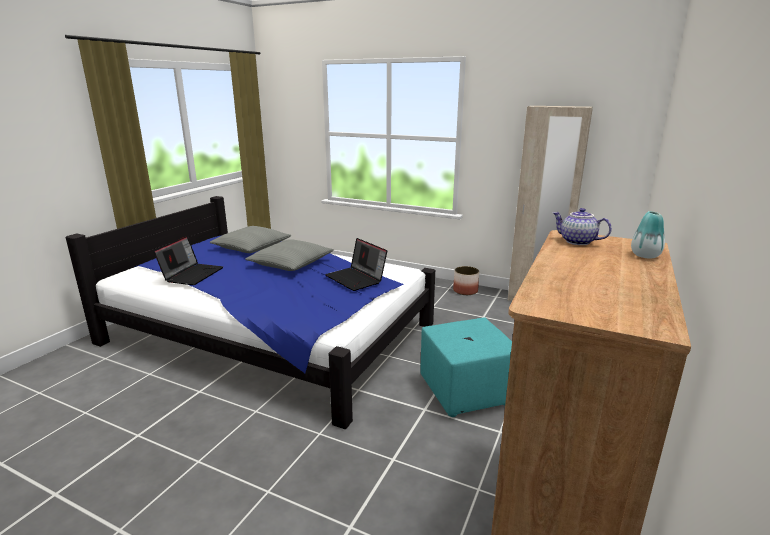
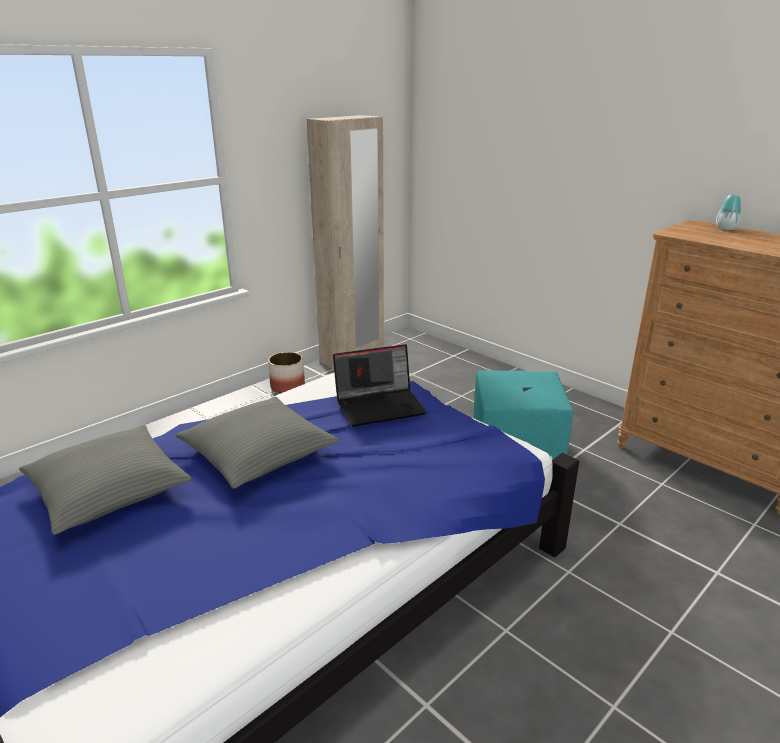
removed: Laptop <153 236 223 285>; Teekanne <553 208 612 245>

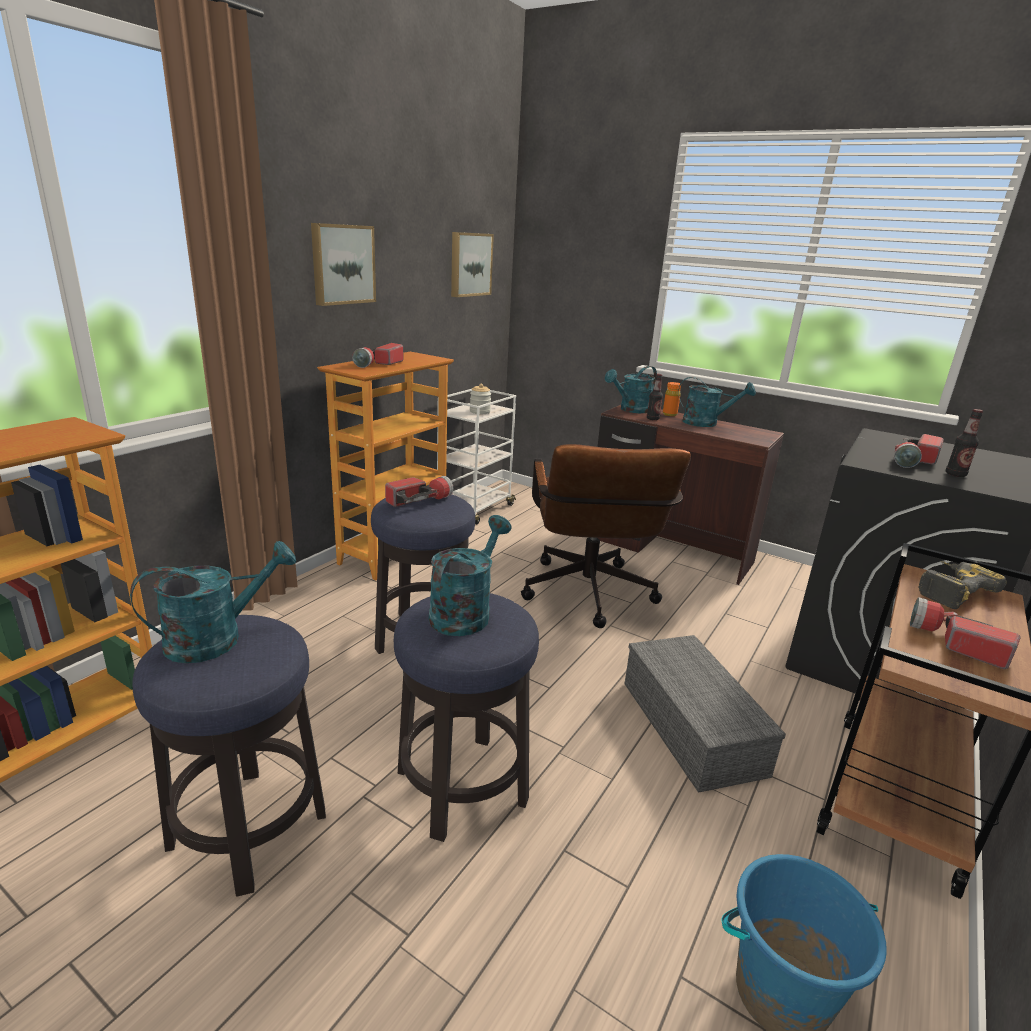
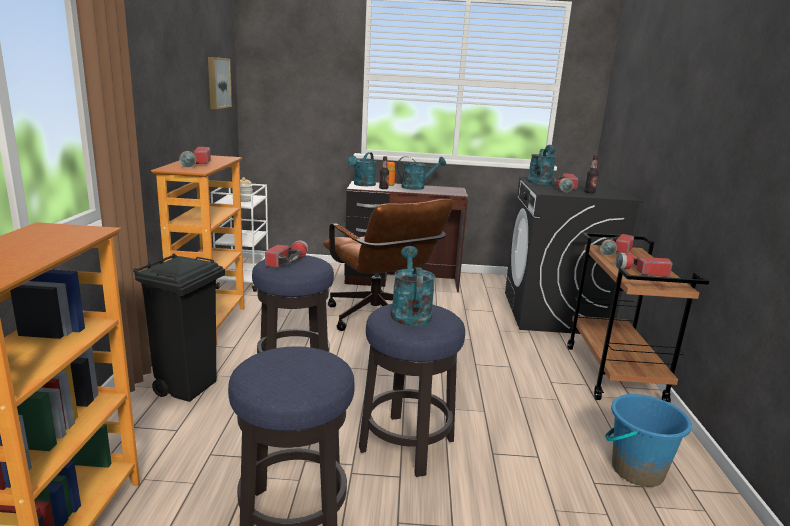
removed: Bild <311 223 376 306>; Aufbewahrungsbox (grau) <625 635 786 793>
added: Mülleimer (schwarz) <133 254 225 402>
moved: Gießkanne (türkis) <130 541 296 663> to <527 145 556 185>
replaced: Bohrmaschine <918 561 1007 609> to Taschenlampe <600 234 634 256>

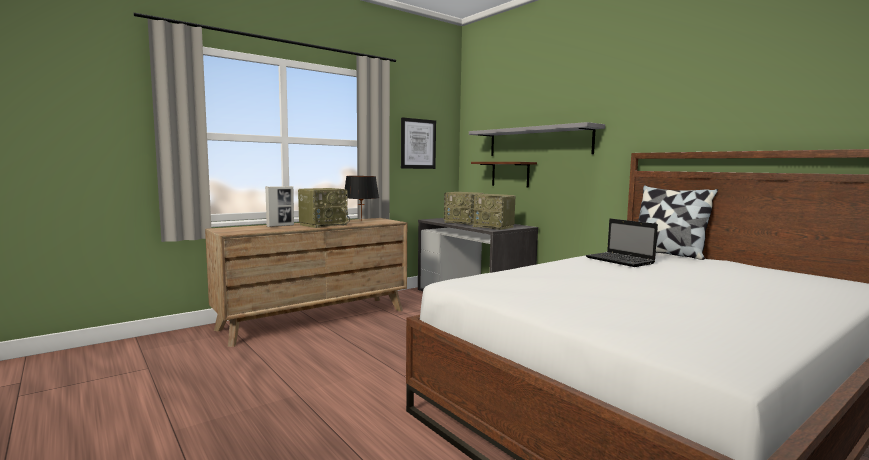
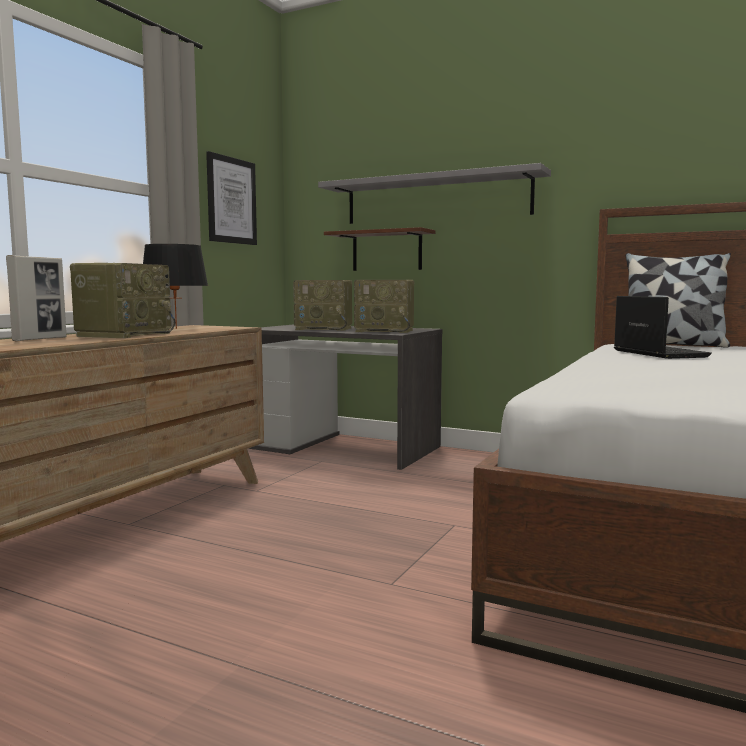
turned: Laptop <586 219 658 267> = <614 296 712 359> 135 degrees counterclockwise

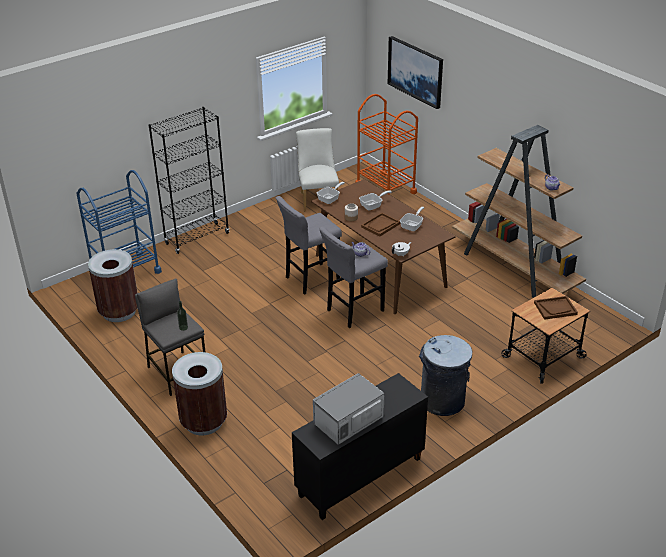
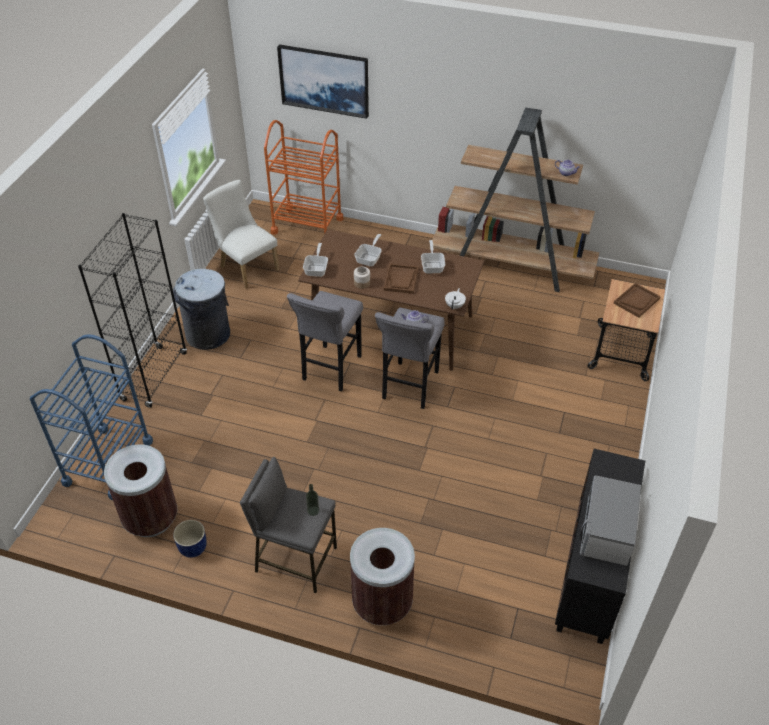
added: Pflanzkübel (blau) <173 520 207 558>
moved: Mülleimer (grau) <419 335 473 416> to <173 269 230 350>

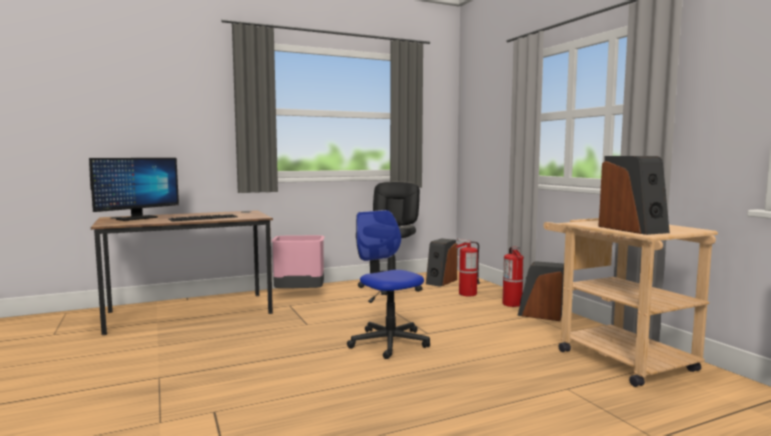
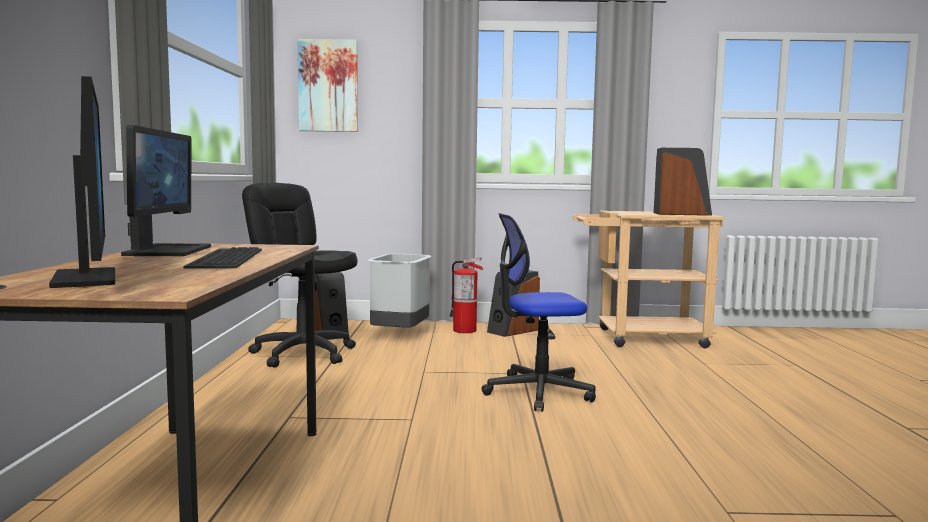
removed: Mülleimer (rosa) <271 235 325 288>
added: Monitor <121 125 211 256>; Bild <298 39 358 132>
replaced: Feuerlöscher <456 239 480 296> to Mülleimer (grau) <368 254 432 328>

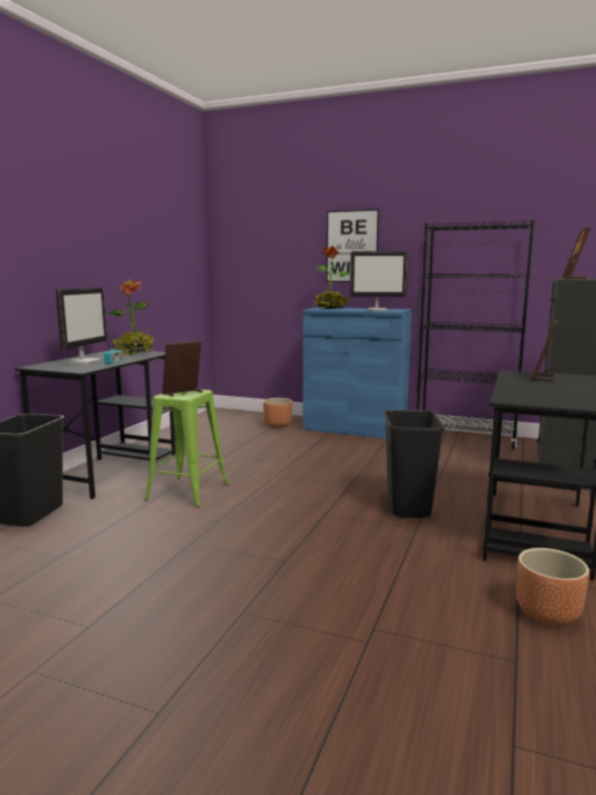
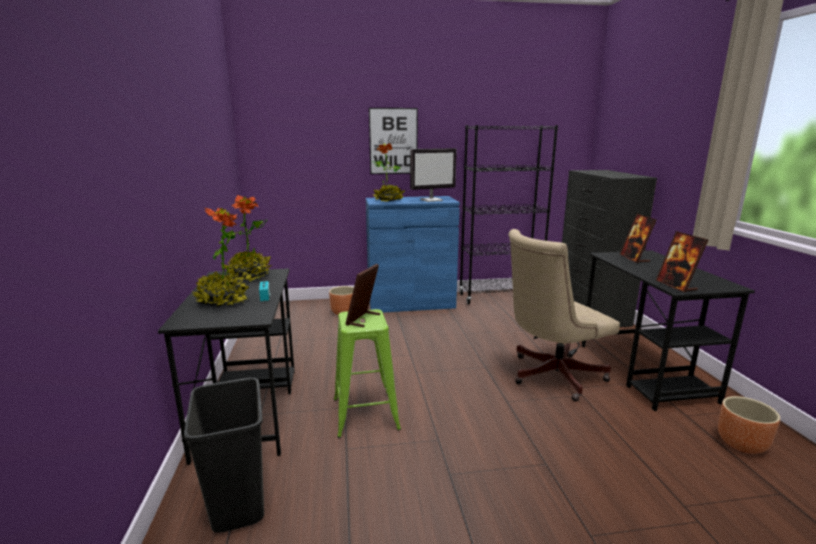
moved: Bilderrahmen <562 227 591 279> to <656 231 708 292>
replaced: Monitor <56 287 107 364> to Topfpflanze <193 208 249 307>; Mülleimer (schwarz) <384 410 445 518> to Bürostuhl (beige) <508 229 620 401>

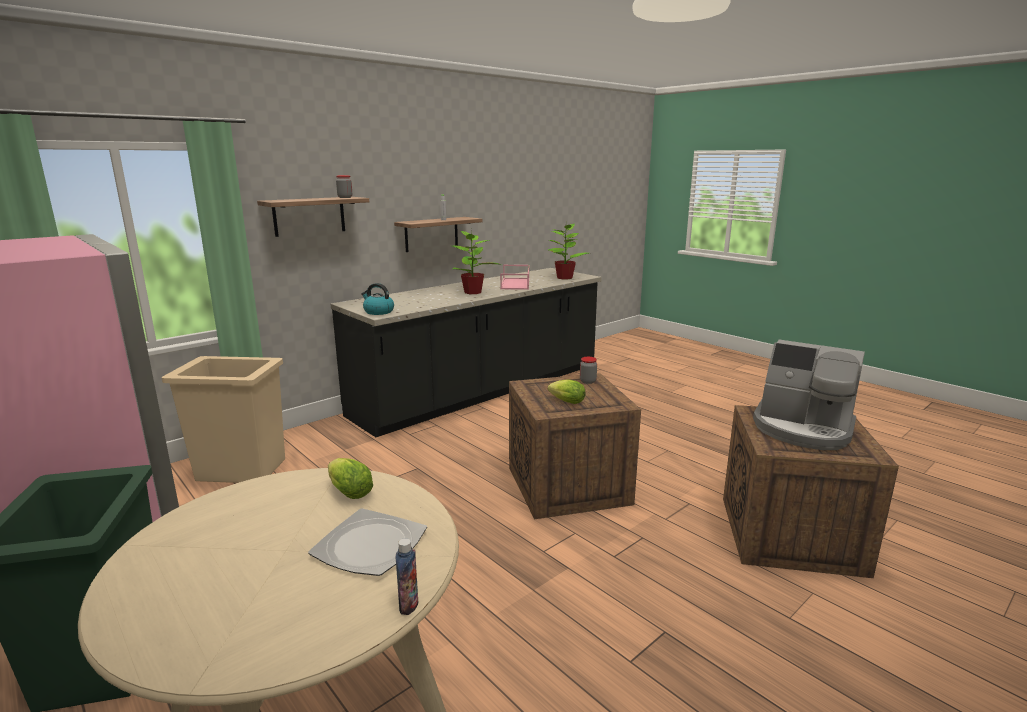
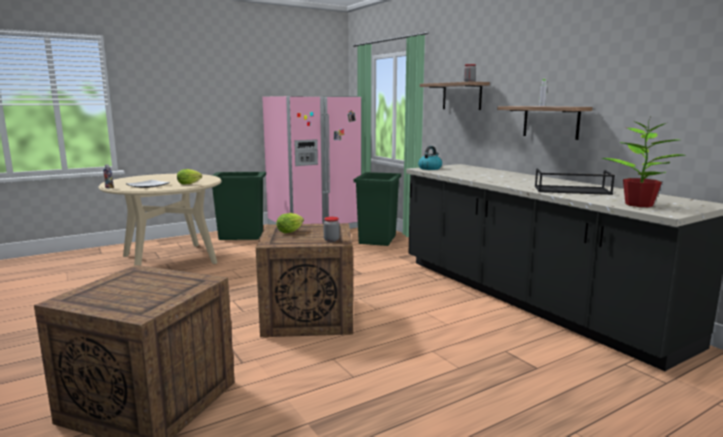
removed: Topfpflanze <452 229 502 294>; Kaffeemaschine <753 340 865 450>
recoloured: Mülleimer (beige) <162 356 285 483> to Mülleimer (grün) <354 172 401 246>; Tablett (rosa) <500 265 529 290> to Tablett (schwarz) <535 168 615 195>

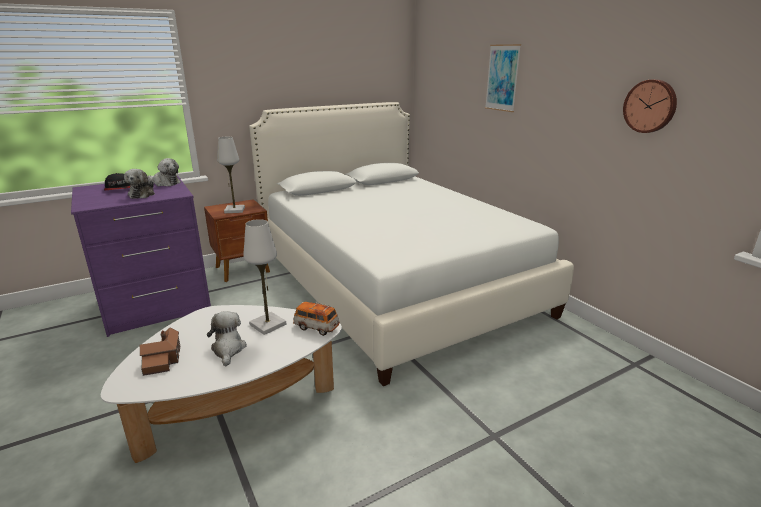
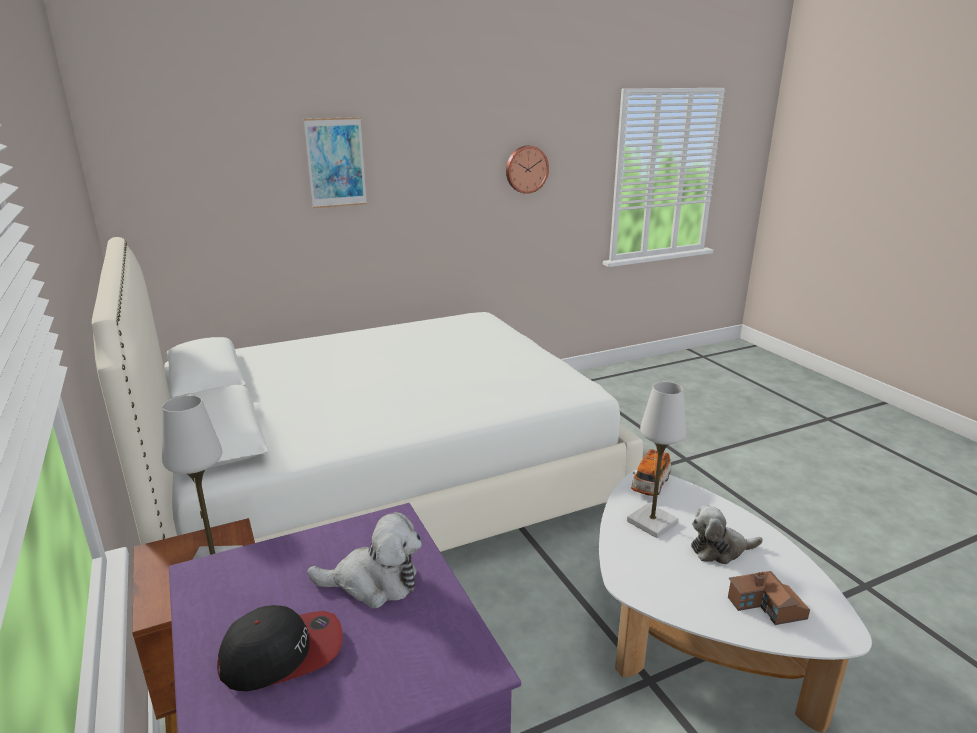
removed: Plüschtier <147 158 181 186>

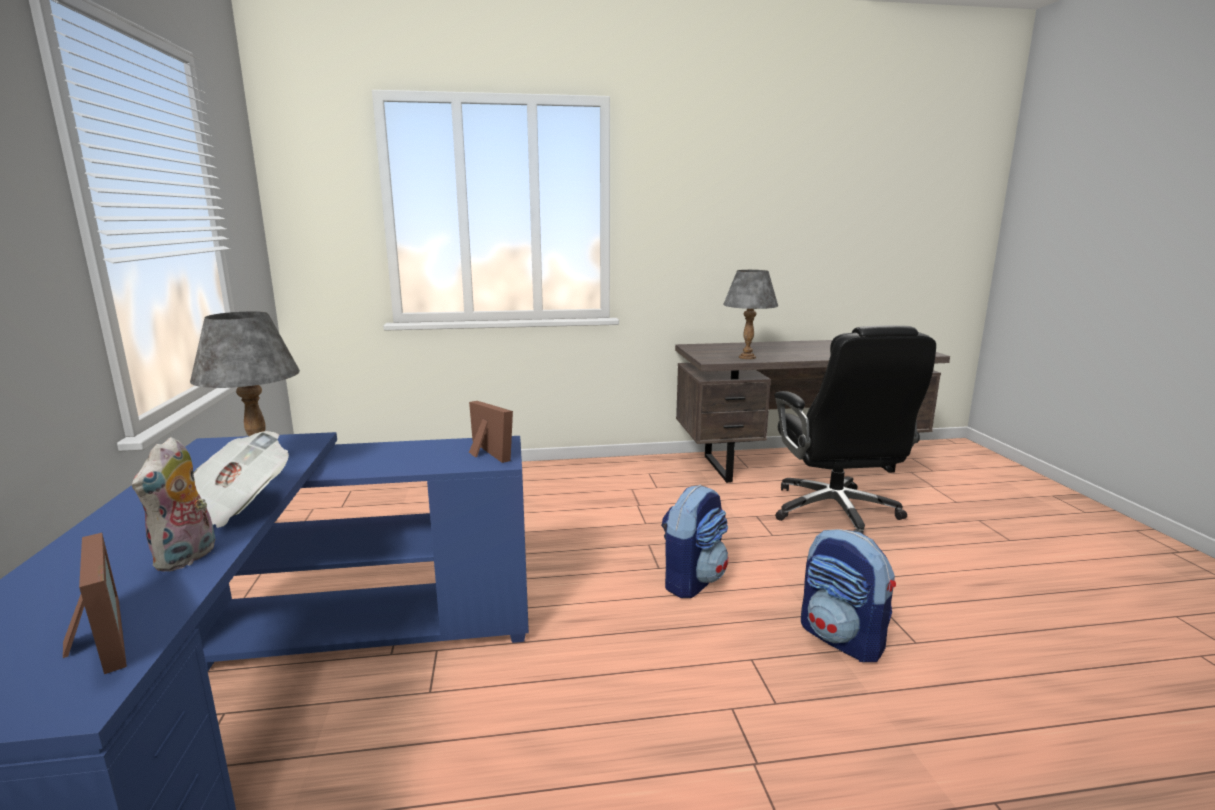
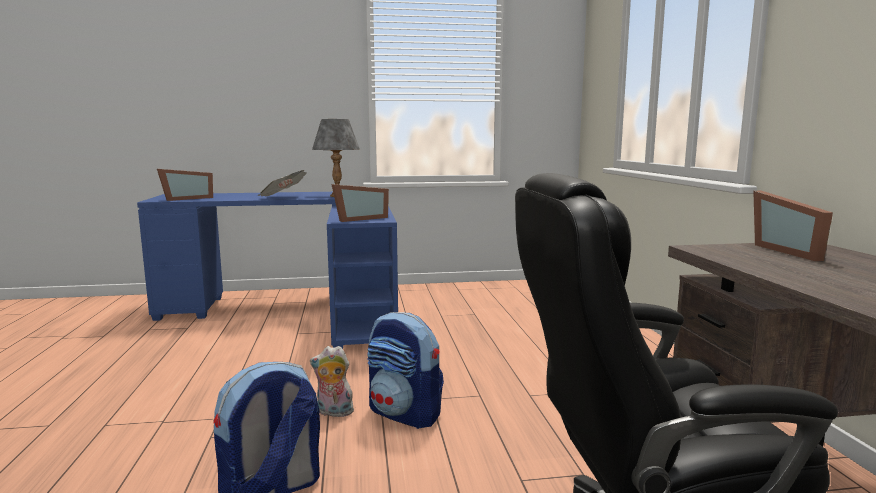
removed: Tischlampe (grau) <723 270 778 359>
added: Bilderrahmen <753 191 833 261>
moved: Plüschtier <132 437 215 572> to <310 346 354 417>

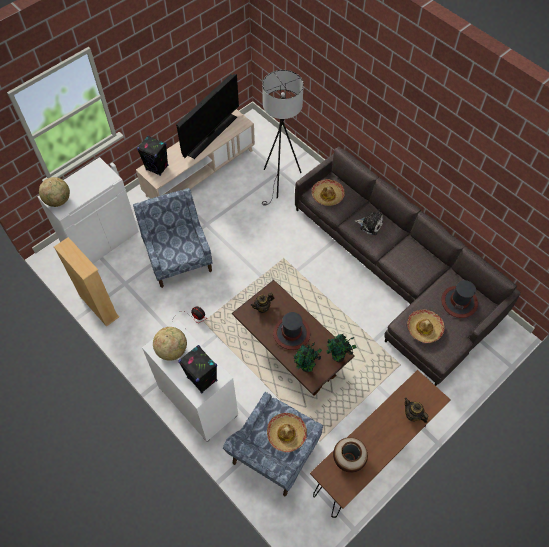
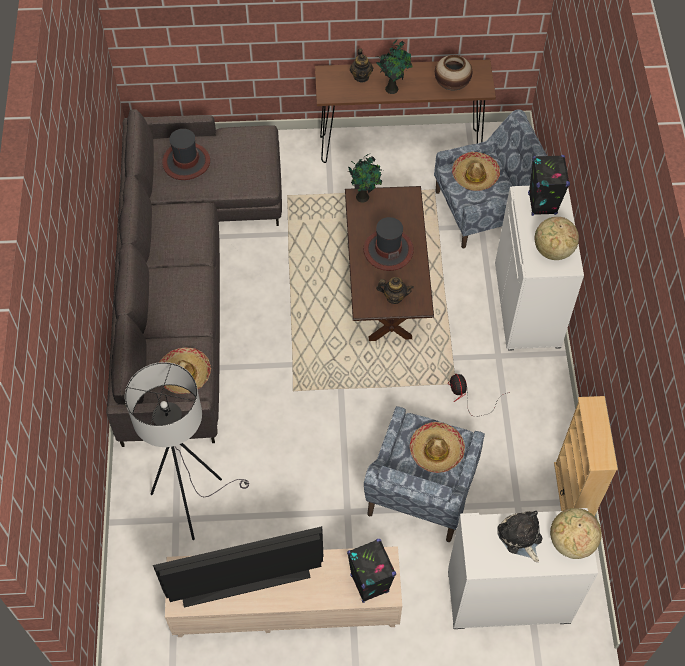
moved: Topfpflanze <294 342 322 372> to <376 40 413 94>; Plüschtier <354 210 383 235> to <498 510 542 562>; Hut <407 310 445 343> to <410 422 465 473>

